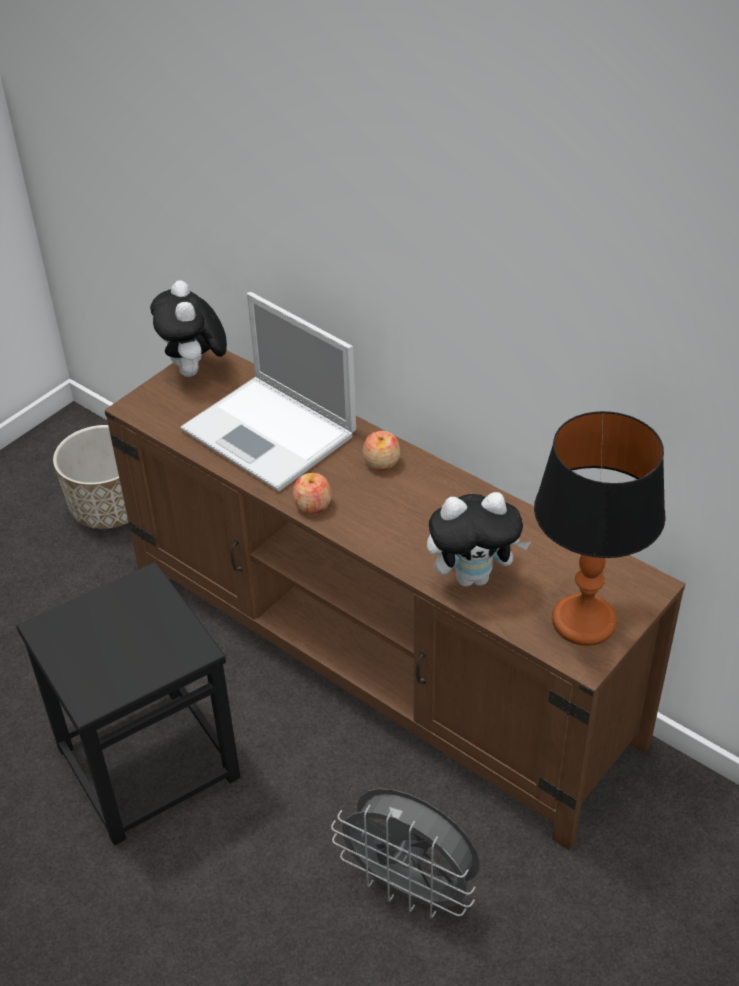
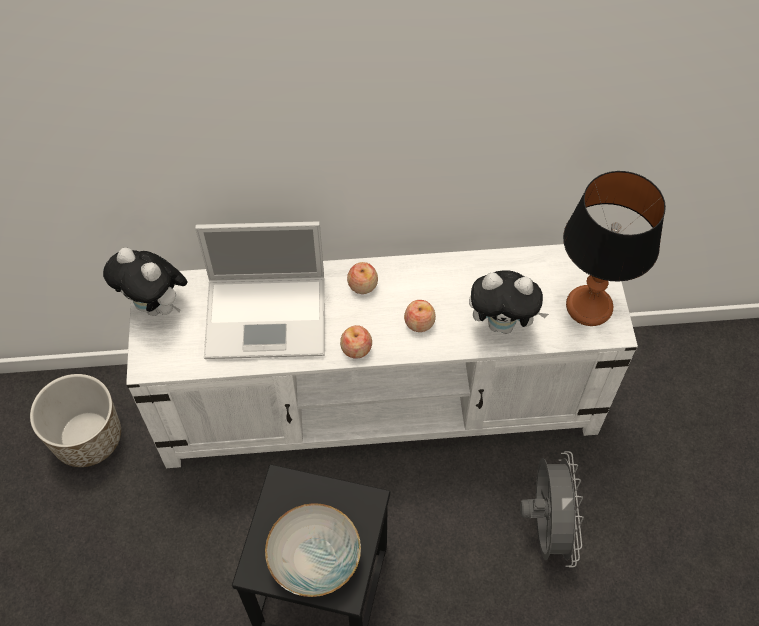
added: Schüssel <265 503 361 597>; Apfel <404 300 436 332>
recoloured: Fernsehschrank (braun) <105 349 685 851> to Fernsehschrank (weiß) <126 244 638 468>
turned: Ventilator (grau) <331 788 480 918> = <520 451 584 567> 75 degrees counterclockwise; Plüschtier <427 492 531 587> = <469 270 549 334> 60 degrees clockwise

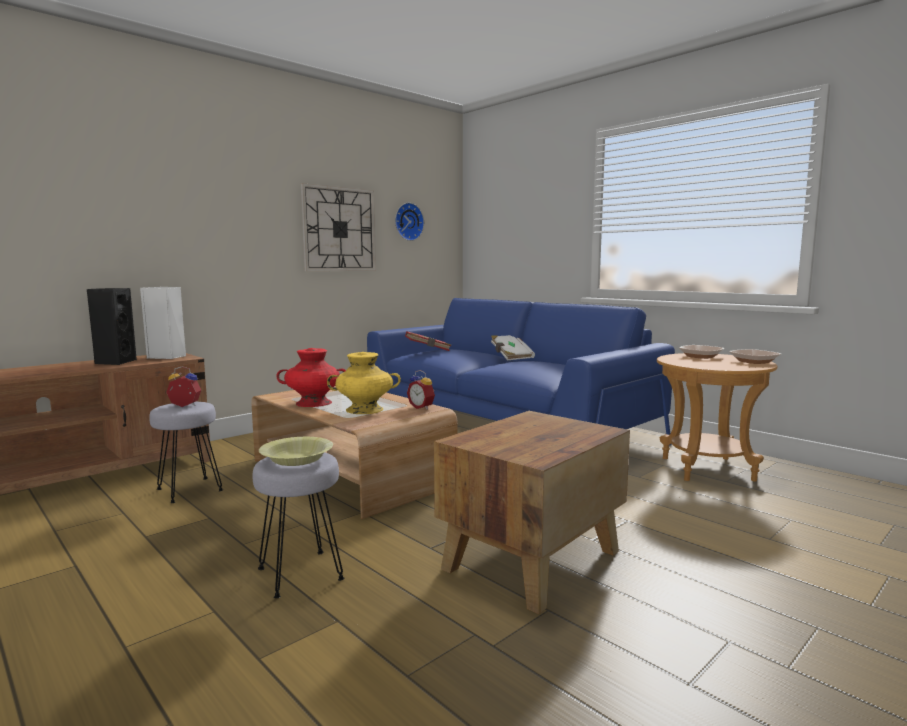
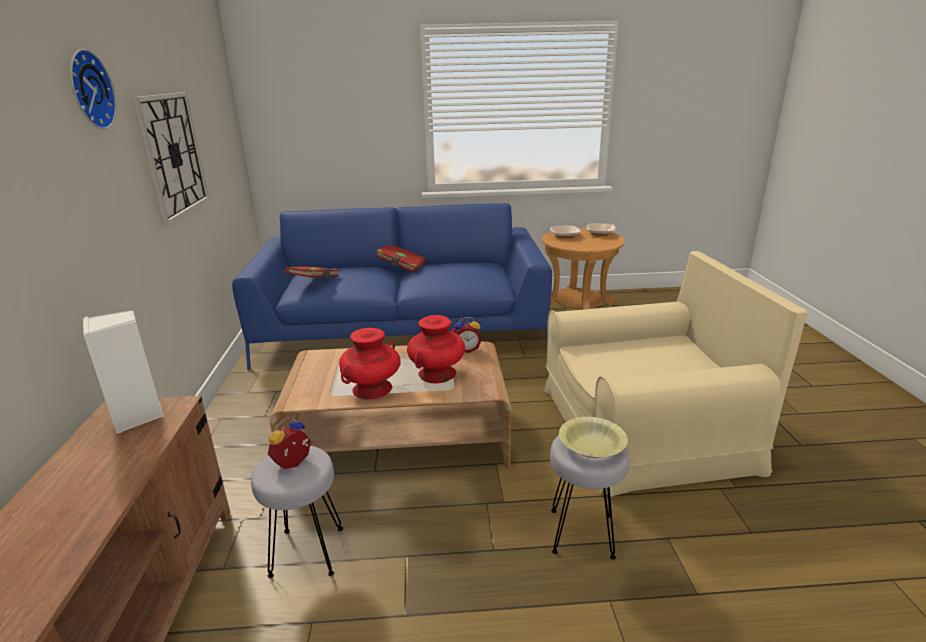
removed: Lautsprecher (schwarz) <87 288 137 365>
moved: Wanduhr <395 203 424 241> to <70 49 117 130>
replaced: Beistelltisch (braun) <434 411 630 614> to Sessel (beige) <544 251 807 497>
recoloured: Vase (gelb) <327 352 401 414> to Vase (rot) <407 315 465 383>; Buch (weiß) <491 335 535 360> to Buch (rot) <376 245 426 273>

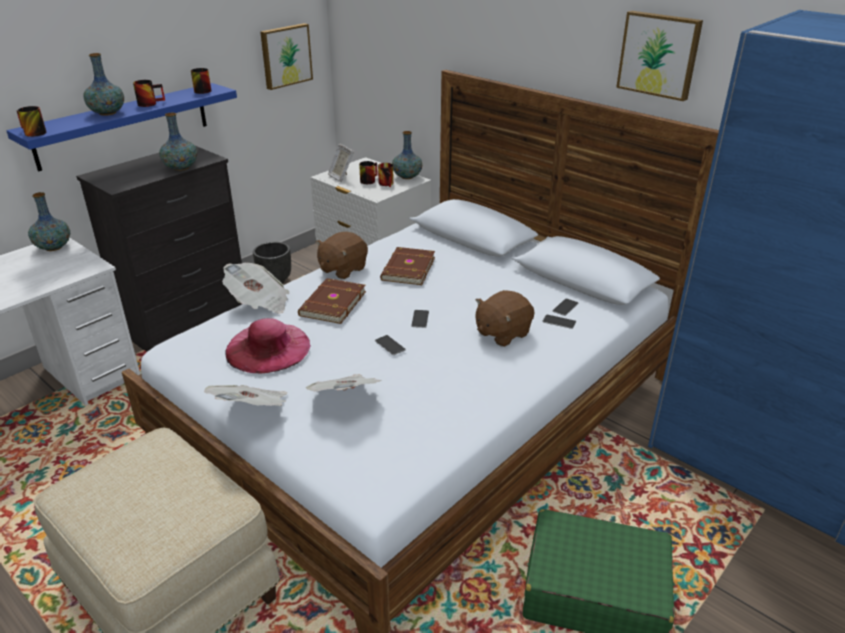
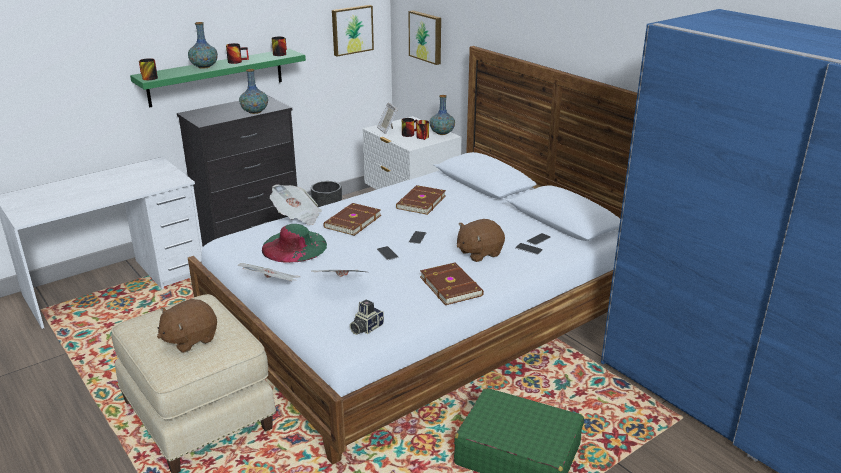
removed: Vase <28 192 70 251>
added: Kamera <350 300 384 335>; Buch (braun) <420 262 484 305>
moved: Plüschtier (braun) <316 232 368 279> to <157 299 217 353>; Bild <616 11 703 101> to <409 10 441 65>
recoloured: Wandregal (blau) <6 83 237 171> to Wandregal (grün) <130 49 306 107>; Hut (rosa) <225 318 311 373> to Hut (grün) <262 224 327 263>

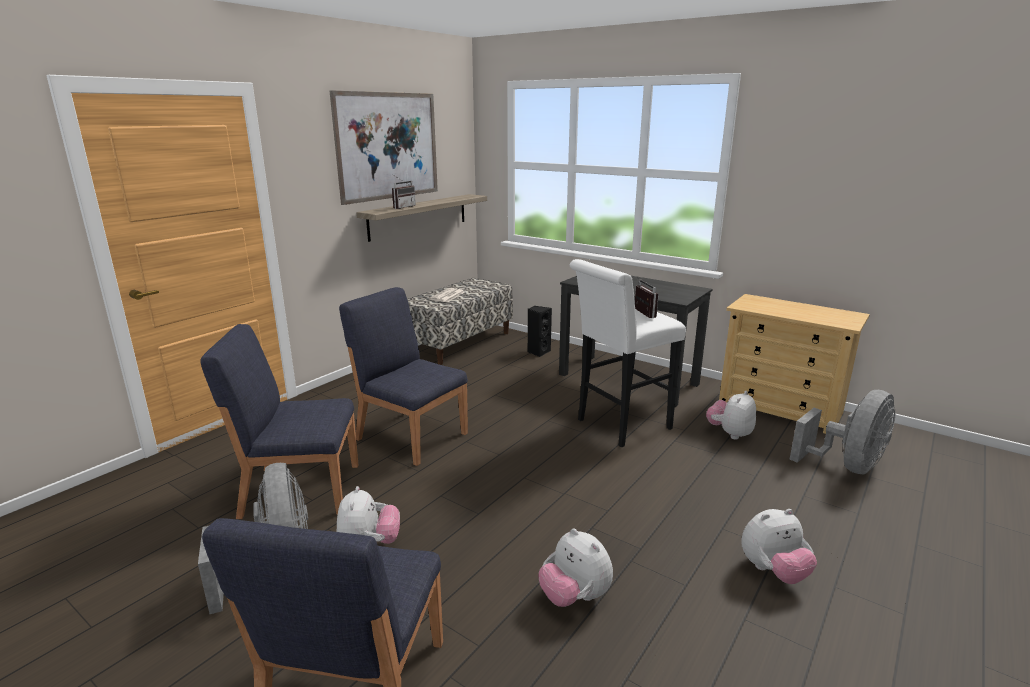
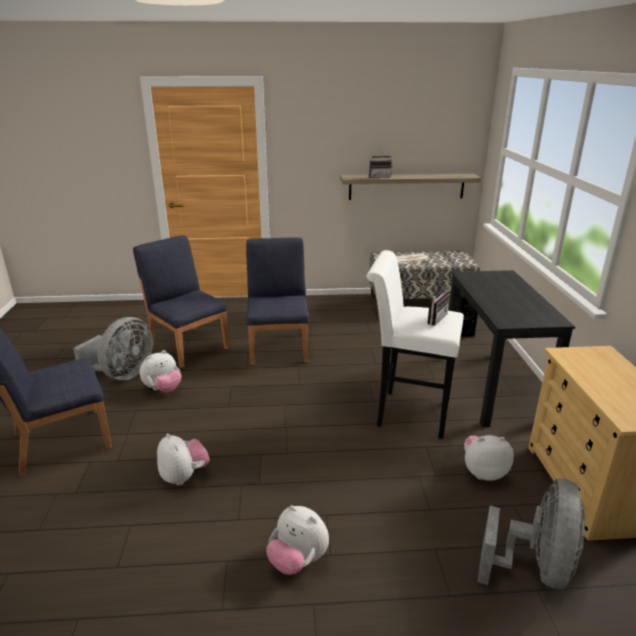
removed: Bild <330 90 438 205>
turned: Plüschtier <539 528 613 607> = <157 433 210 485> 135 degrees clockwise; Ventilator (grau) <789 390 896 474> = <478 478 585 589> 75 degrees counterclockwise

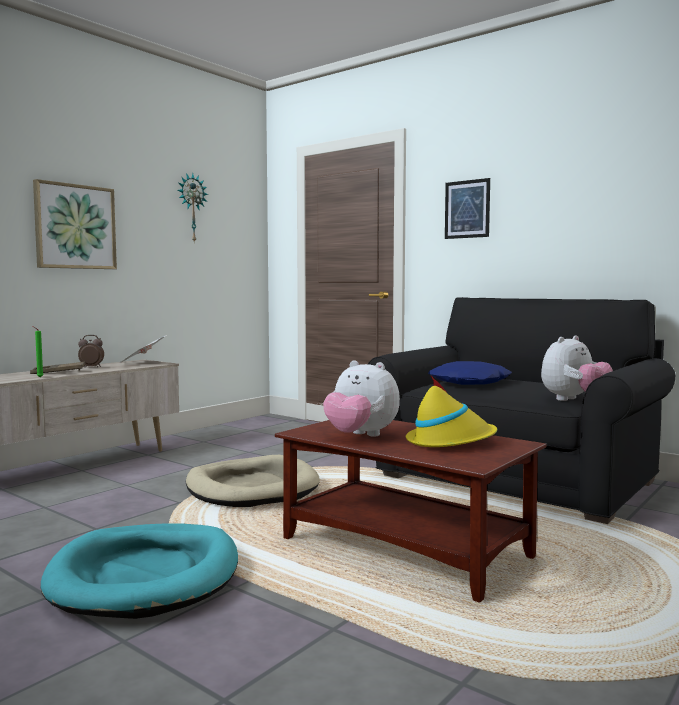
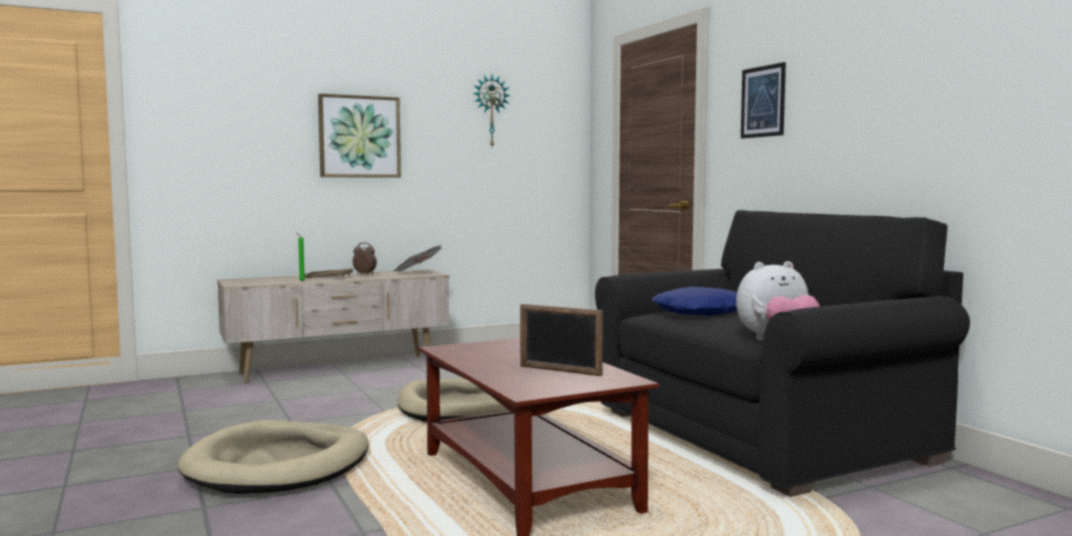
removed: Plüschtier <323 360 400 436>
replaced: Hut (gelb) <406 376 497 447> to Bilderrahmen <520 304 603 376>
recoloured: Hundebett (türkis) <41 523 238 619> to Hundebett (beige) <177 420 369 494>

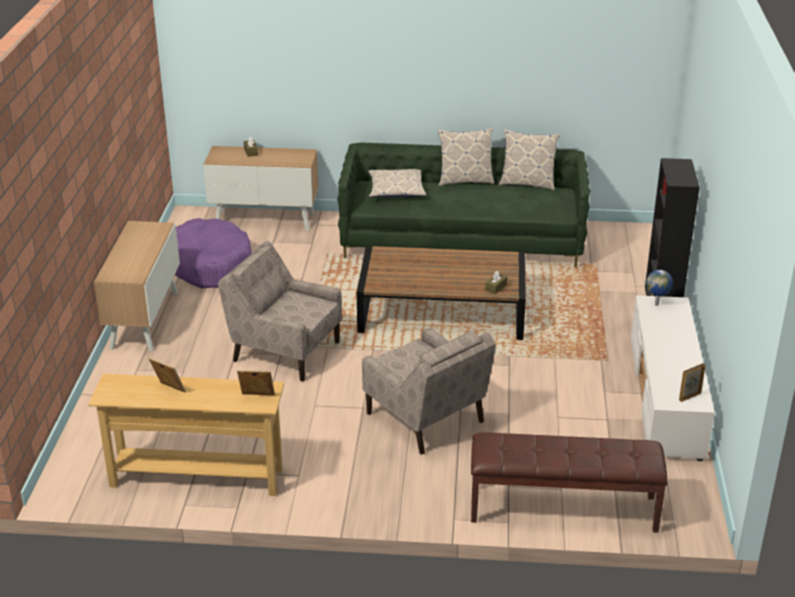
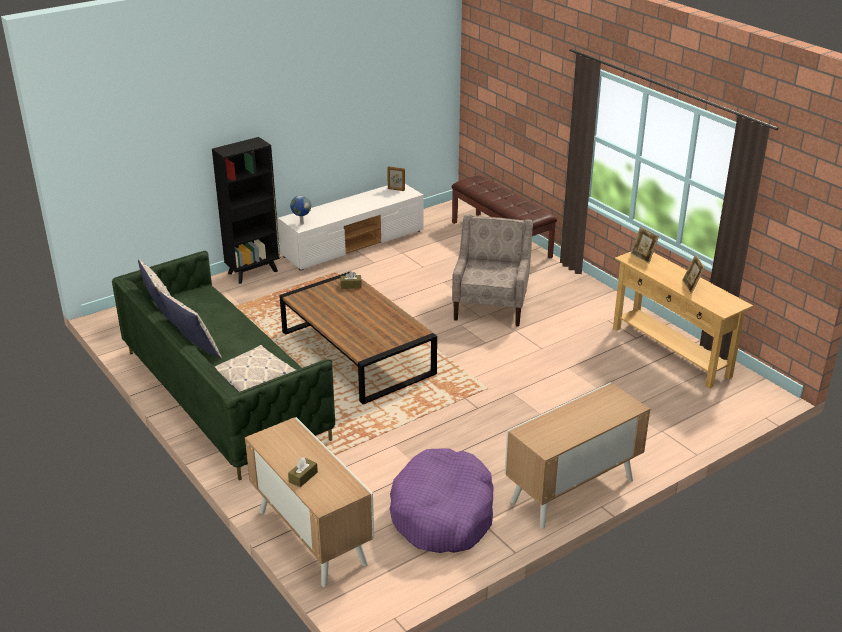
removed: Sessel (beige) <218 241 342 381>

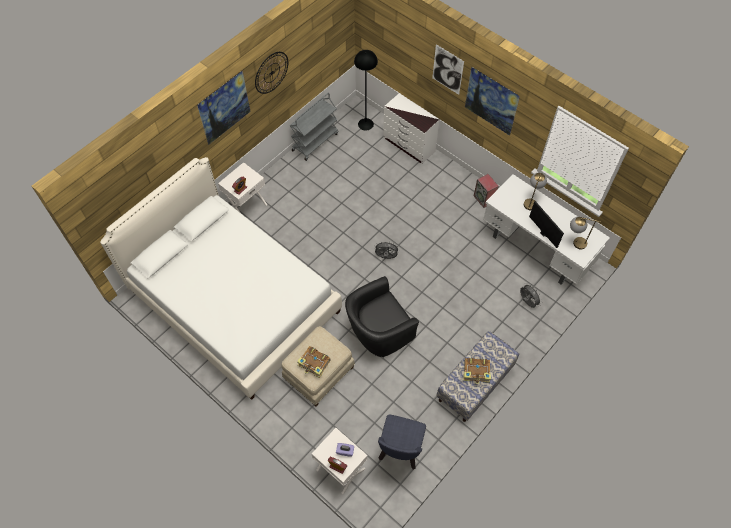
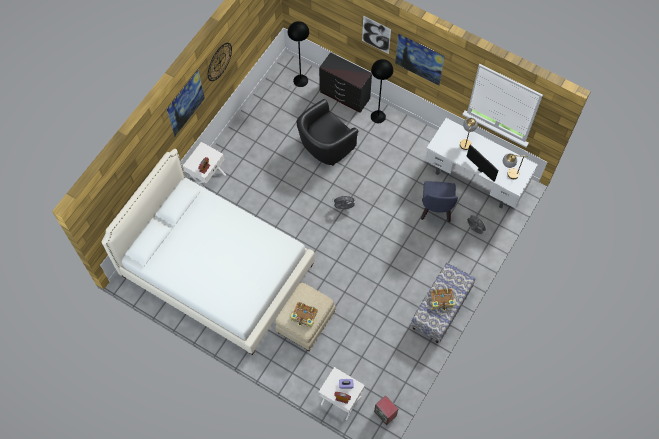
removed: Rollwagen (grau) <290 93 338 161>
added: Stehlampe (schwarz) <371 59 393 123>
moved: Sessel (schwarz) <345 276 419 358> to <297 99 358 166>; Stuhl (blau) <378 414 426 470> to <421 181 458 222>; Lautsprecher <474 174 499 208> to <374 395 398 425>
recoloured: Kommode (weiß) <383 93 439 164> to Kommode (schwarz) <319 52 372 113>

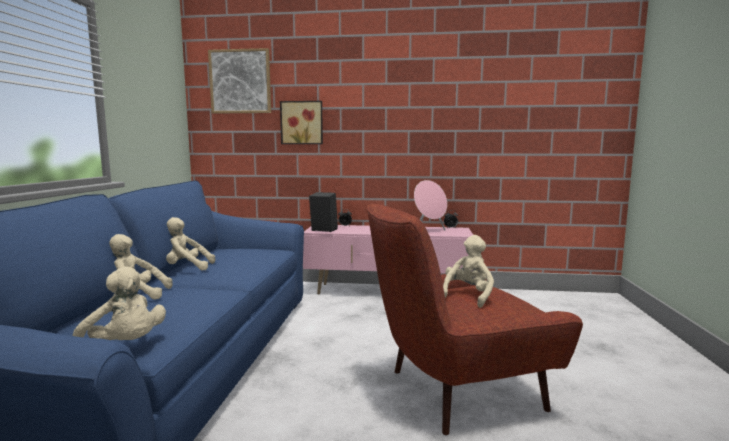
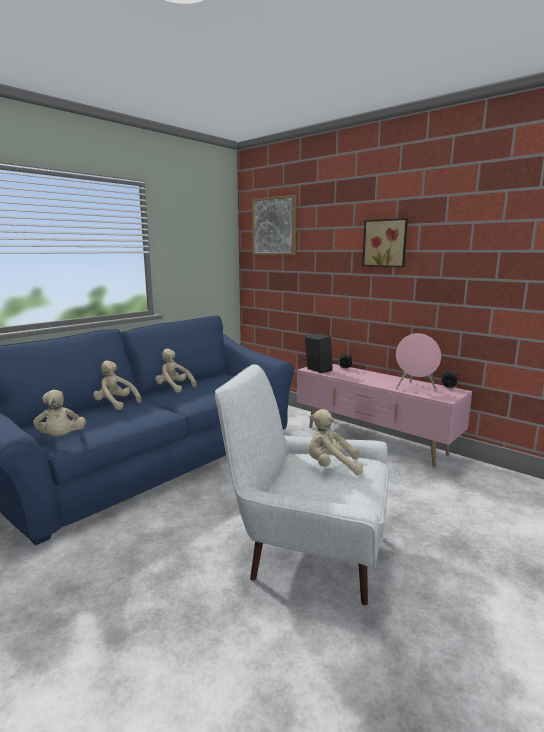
moved: Bild <280 101 323 144> to <362 218 408 267>
recoloured: Sessel (rot) <367 204 583 435> to Sessel (weiß) <215 364 389 605>
turned: Plüschtier (beige) <443 235 494 308> = <308 409 363 475> 150 degrees counterclockwise

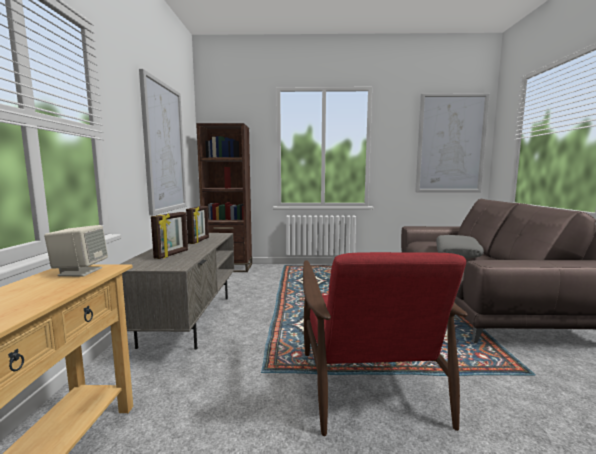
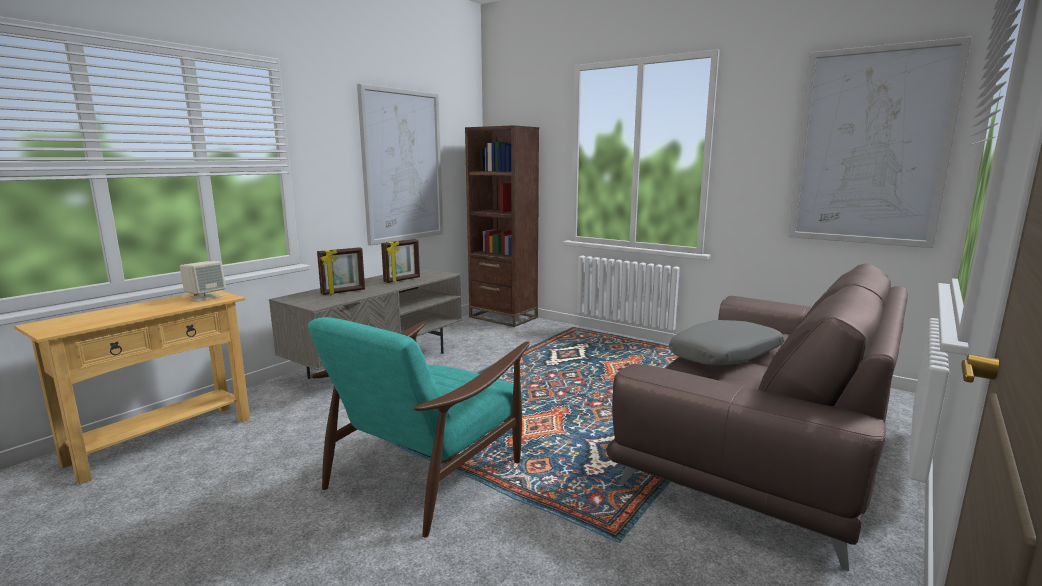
recoloured: Sessel (rot) <303 252 468 436> to Sessel (türkis) <308 317 530 538>

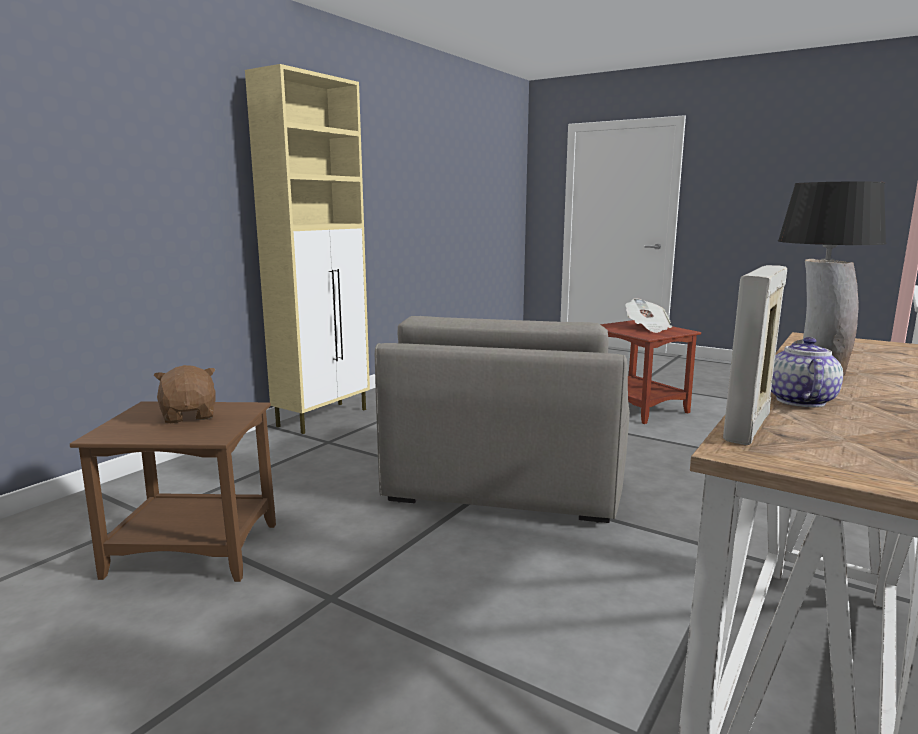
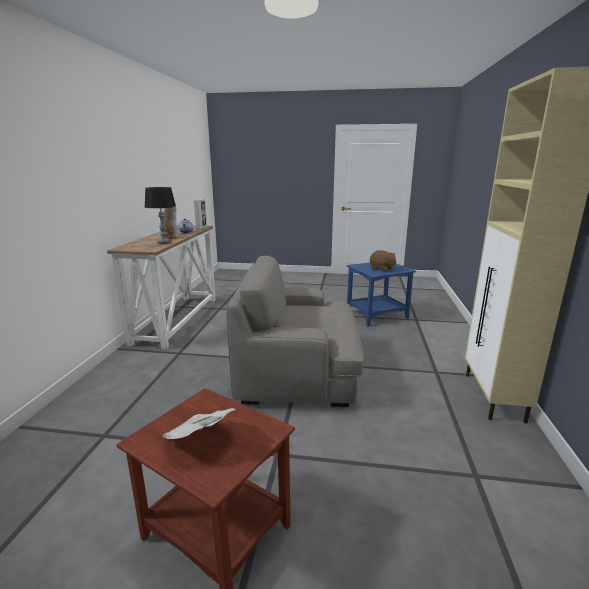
recoloured: Beistelltisch (braun) <70 401 276 582> to Beistelltisch (blau) <347 262 416 326>
turned: Sessel (grau) <375 316 630 523> = <227 256 364 407> 75 degrees counterclockwise

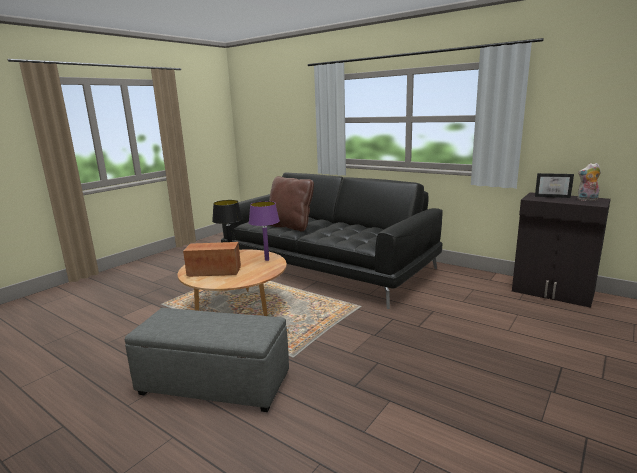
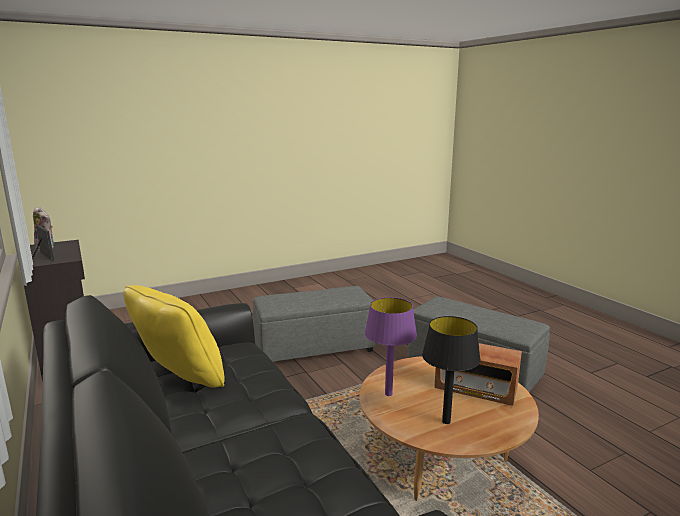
removed: Kissen (braun) <269 176 314 231>
added: Kissen (gelb) <123 285 225 387>; Polsterhocker (grau) <253 286 376 362>

